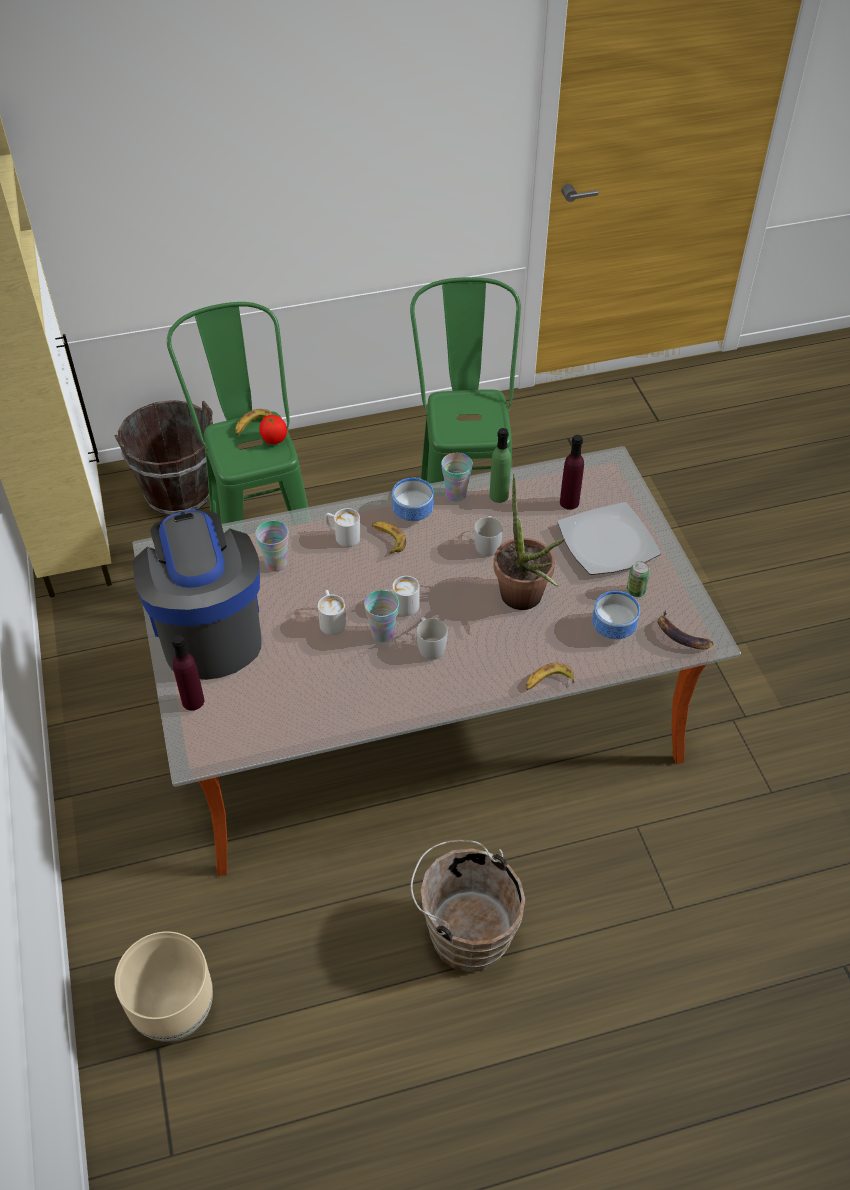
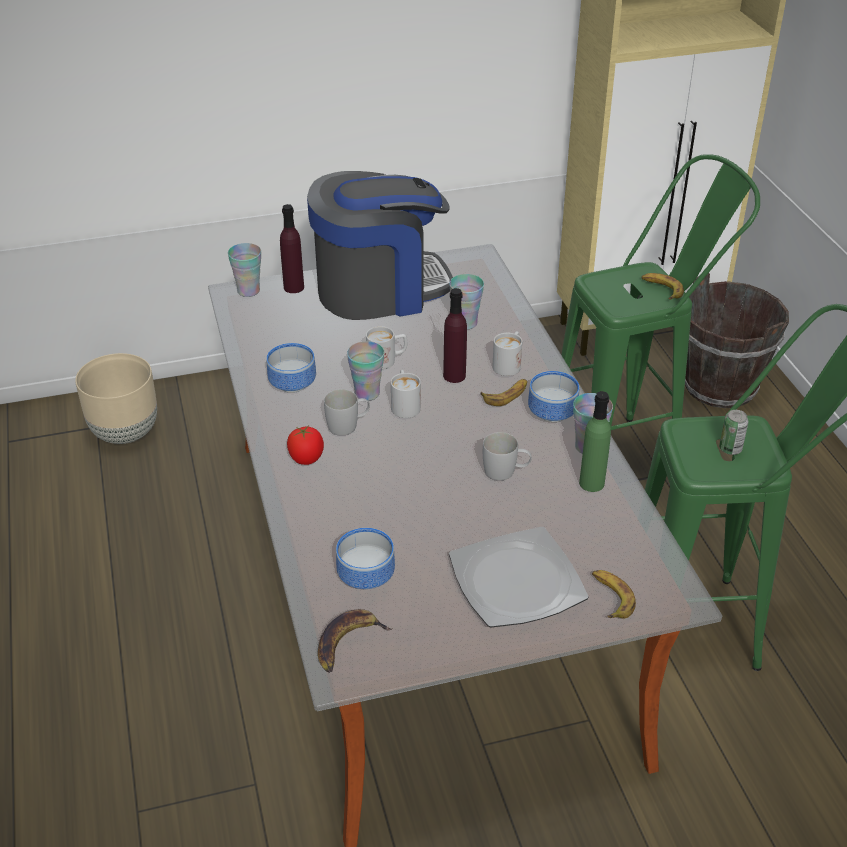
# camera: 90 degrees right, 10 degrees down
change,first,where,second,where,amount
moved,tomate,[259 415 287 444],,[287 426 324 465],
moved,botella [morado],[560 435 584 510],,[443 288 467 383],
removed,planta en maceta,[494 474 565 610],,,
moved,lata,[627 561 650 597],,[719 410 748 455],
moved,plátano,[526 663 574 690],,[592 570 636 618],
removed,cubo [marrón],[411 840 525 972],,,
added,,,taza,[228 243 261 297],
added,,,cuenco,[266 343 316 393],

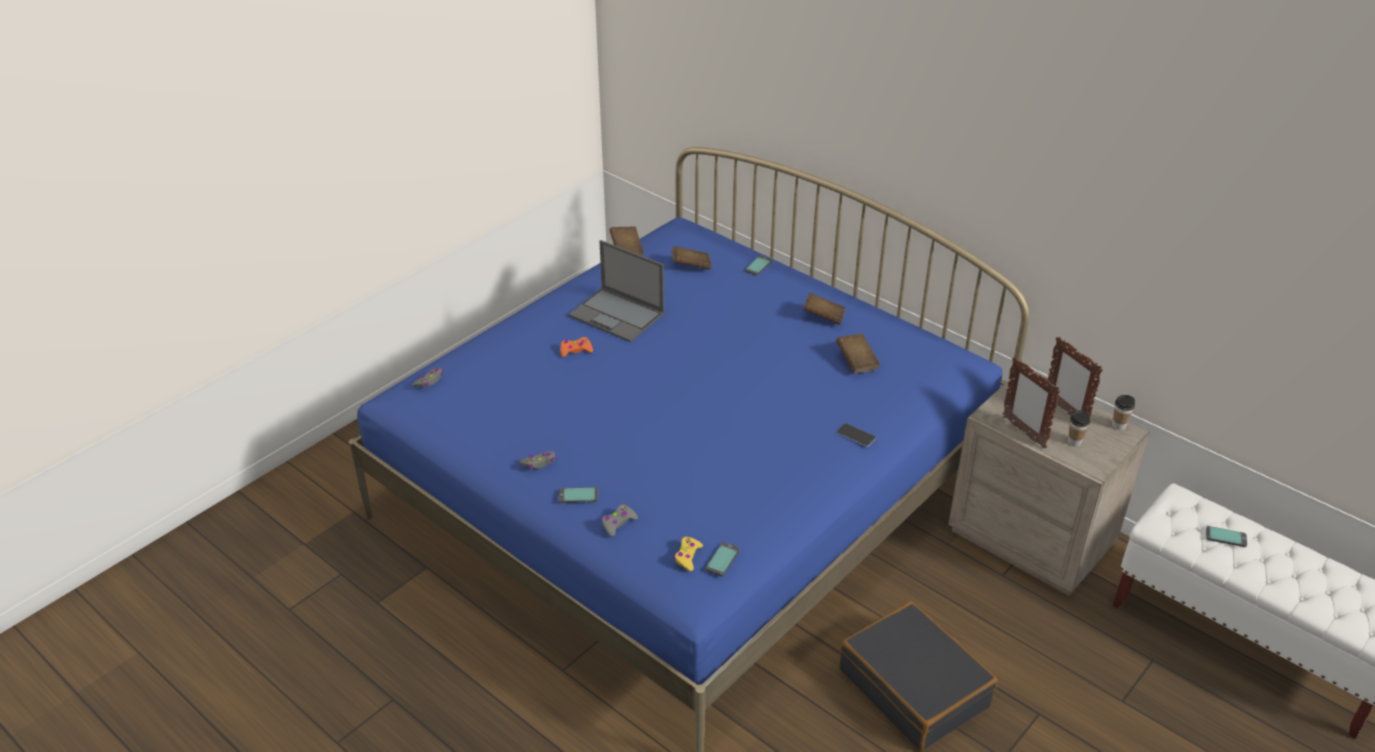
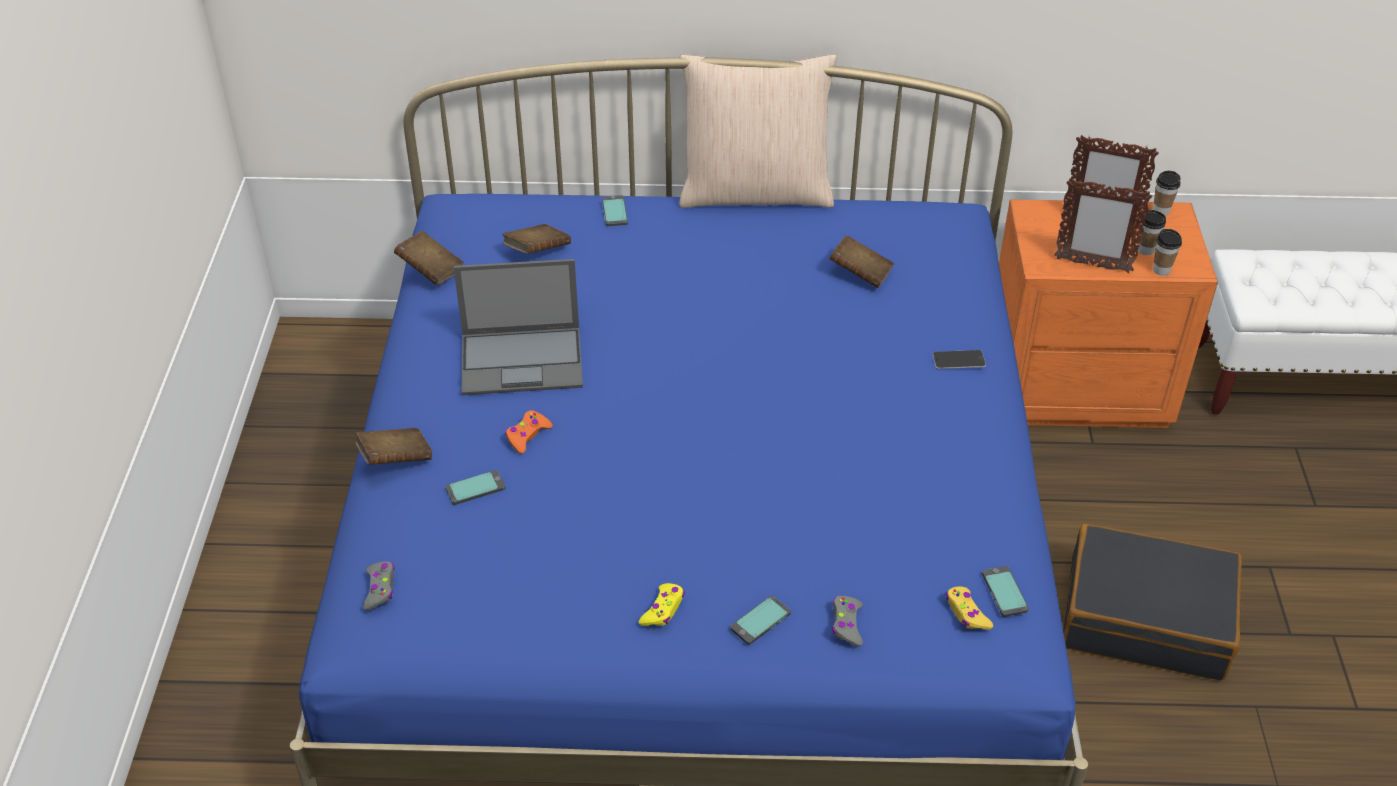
# camera: 40 degrees left, 5 degrees up
change,first,where,second,where,amount
moved,libro [marrón],[803 293 846 325],,[355 428 432 465],
recoloured,mesita de noche [beis],[948 378 1150 596],mesita de noche [naranja],[999 200 1218 428],
recoloured,mando de consola [gris],[519 451 555 469],mando de consola [amarillo],[639 583 685 626],
moved,móvil,[1206 526 1247 547],,[446 470 505 505],
added,,,cojín [beis],[679 54 837 208],
added,,,taza,[1153 229 1182 276],

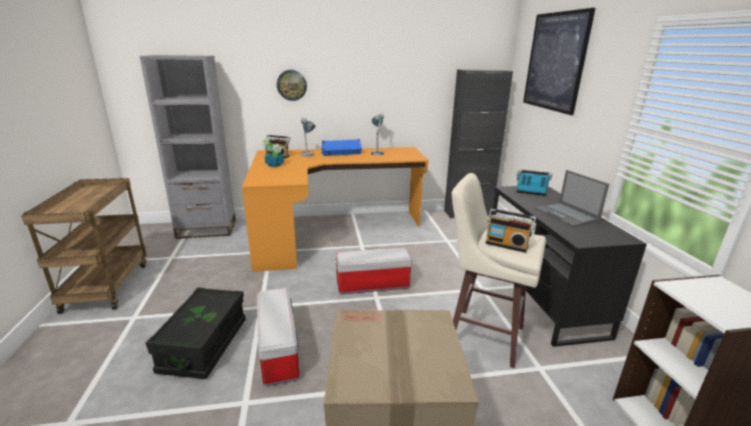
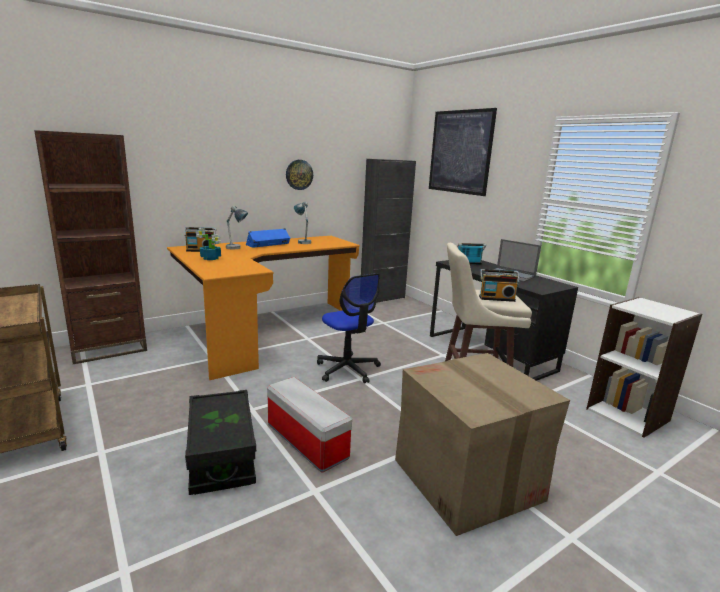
# camera: 25 degrees left, 5 degrees down
change,first,where,second,where,amount
recoloured,estantería [gris],[140 55 236 239],estantería [marrón],[34 130 147 364],
moved,reloj de pared,[277 70 307 101],,[286 160 313 190],
replaced,caja de almacenaje,[336 247 413 294],silla de oficina,[317 273 381 384],

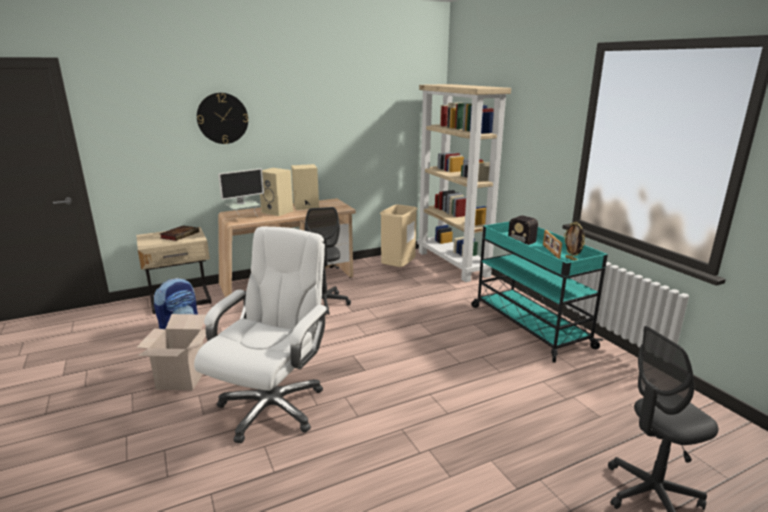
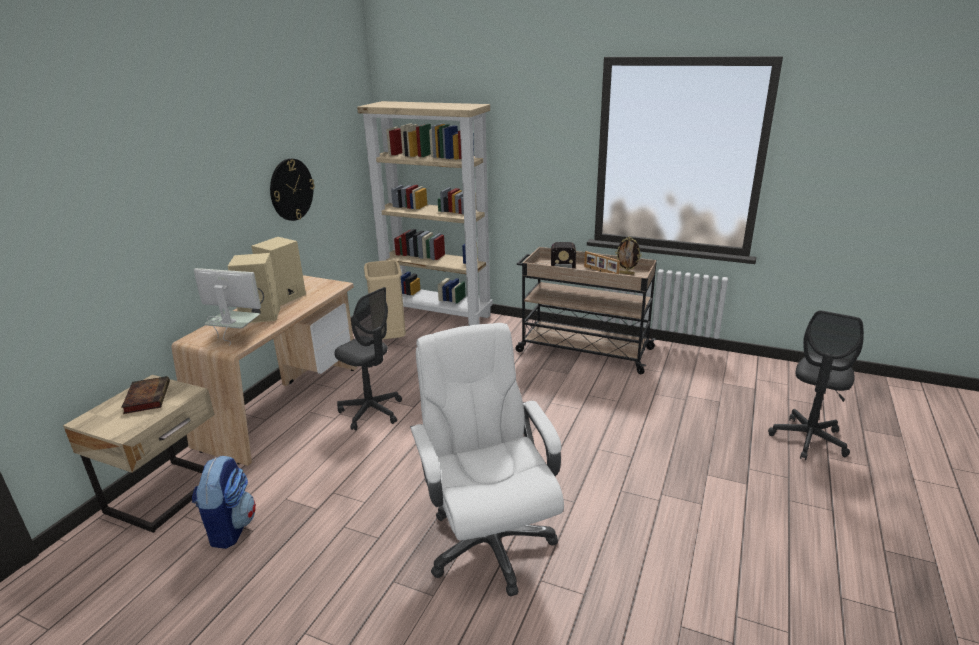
# camera: 40 degrees left, 5 degrees up
change,first,where,second,where,amount
moved,reloj de pared,[197 93 248 144],,[270 159 315 221],
turned,monitor,[218 168 264 217],,[194 268 261 346],90 degrees counterclockwise
recoloured,carrito [turquesa],[471 221 608 363],carrito [beis],[516 247 657 374],
removed,caja de cartón,[136 314 206 390],,,

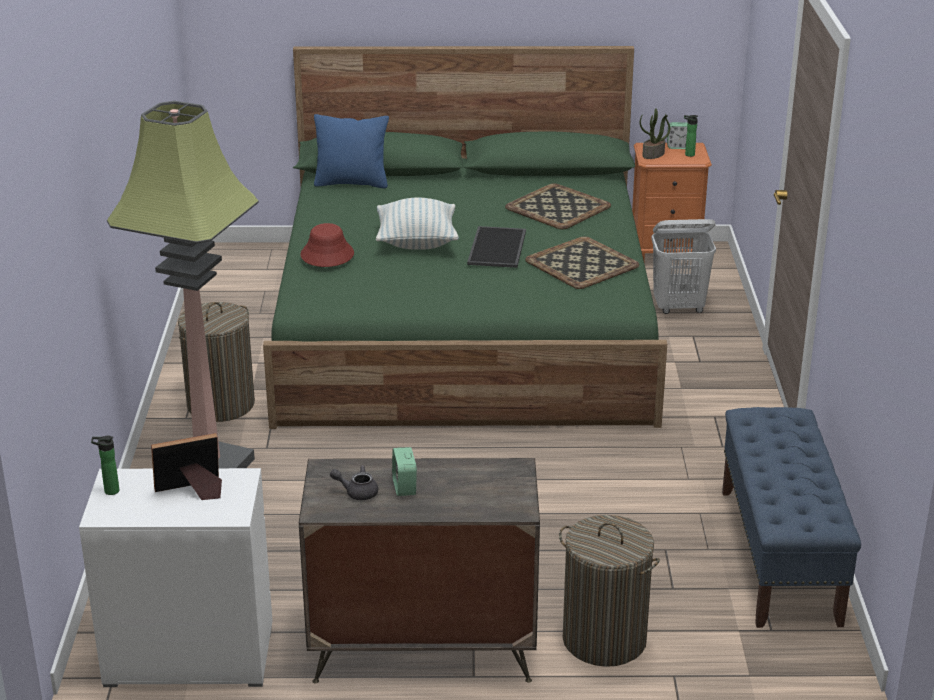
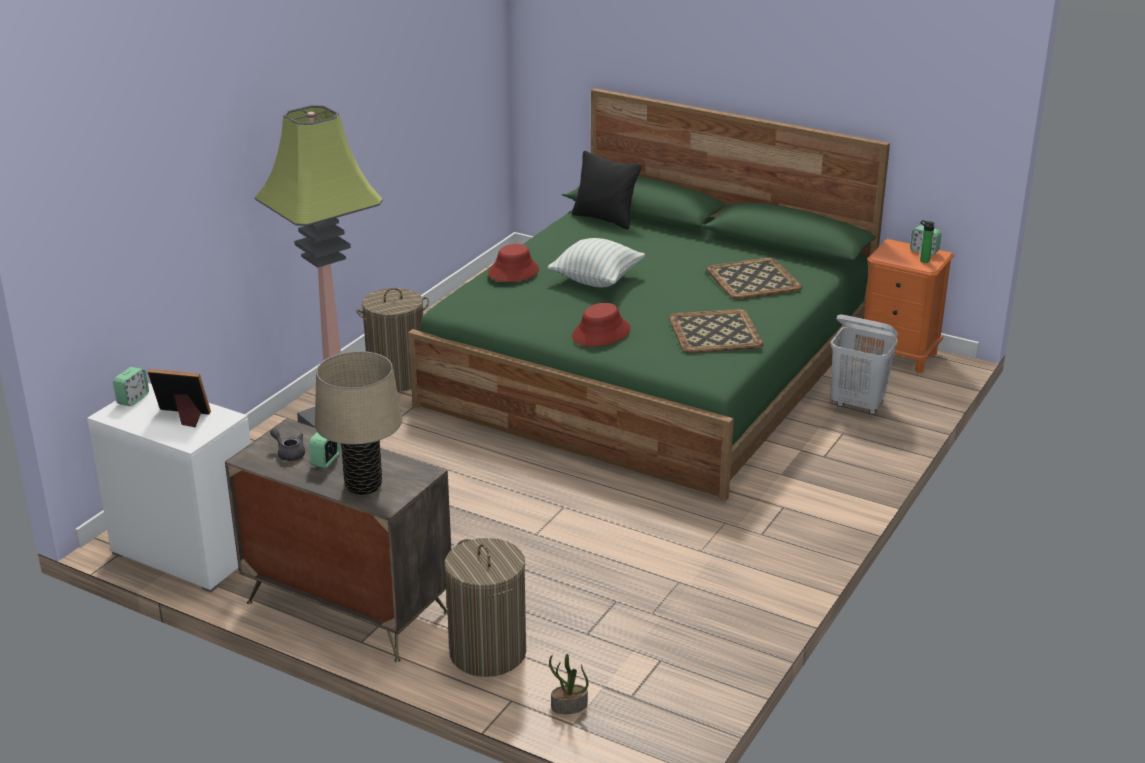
# camera: 30 degrees right, 0 degrees up
change,first,where,second,where,amount
moved,planta en maceta,[640 108 670 159],,[549 654 589 714],
recoloured,cojín [azul],[314 114 389 188],cojín [negro],[572 151 642 229],
removed,bandeja,[467 226 526 268],,,
removed,banco [azul],[722 407 861 628],,,
replaced,botella,[91 435 119 495],despertador,[113 367 149 406],
added,,,sombrero [rojo],[572 303 631 347],
added,,,lámpara de mesa [beis],[315 351 402 495],

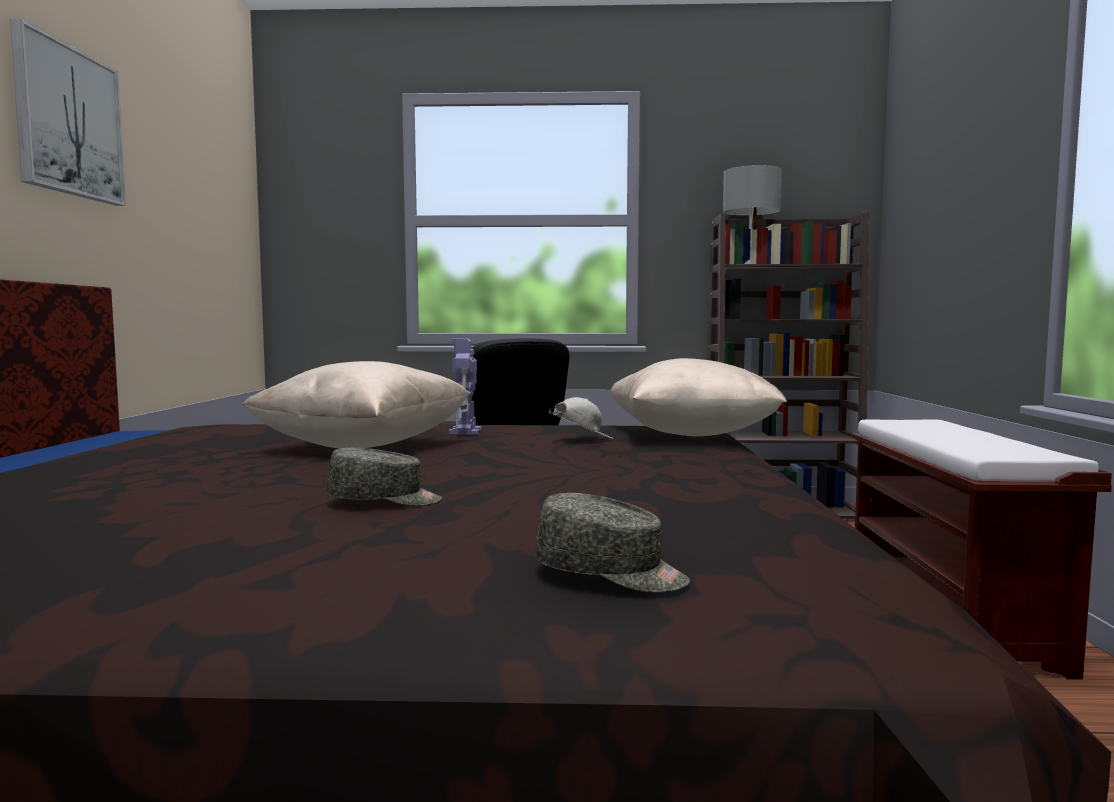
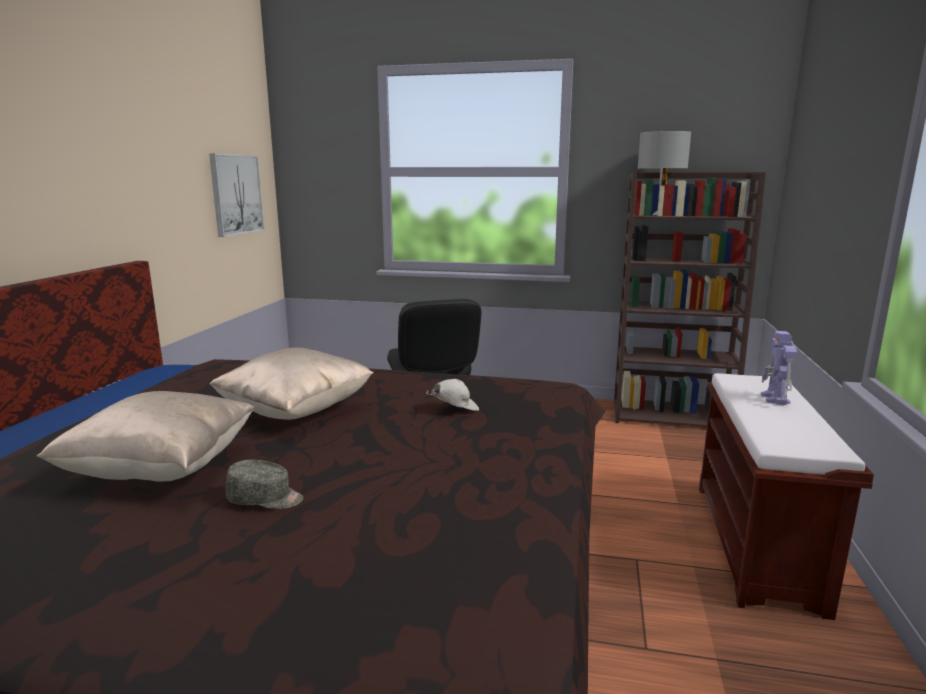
# camera: 10 degrees right, 10 degrees up
change,first,where,second,where,amount
moved,cuadro,[10 19 126 206],,[209 153 265 237],
moved,robot de juguete,[449 339 482 435],,[761 331 797 405],
moved,cojín [beis],[611 358 787 437],,[37 391 255 482],
removed,gorra [gris],[536 493 690 593],,,

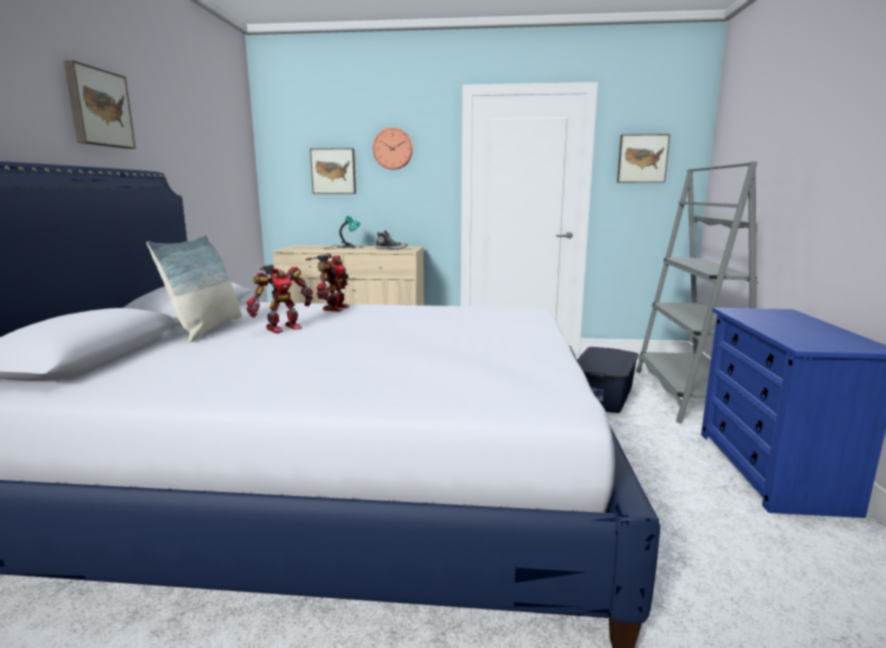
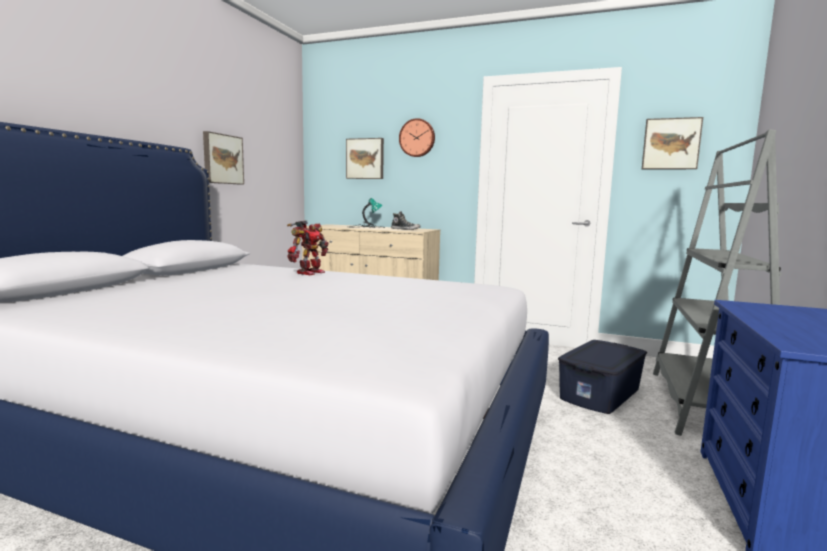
# camera: 15 degrees right, 5 degrees down
change,first,where,second,where,amount
moved,cuadro,[64 60 136 149],,[203 131 244 185],
removed,cojín,[147 235 242 342],,,
removed,robot de juguete,[246 264 313 333],,,

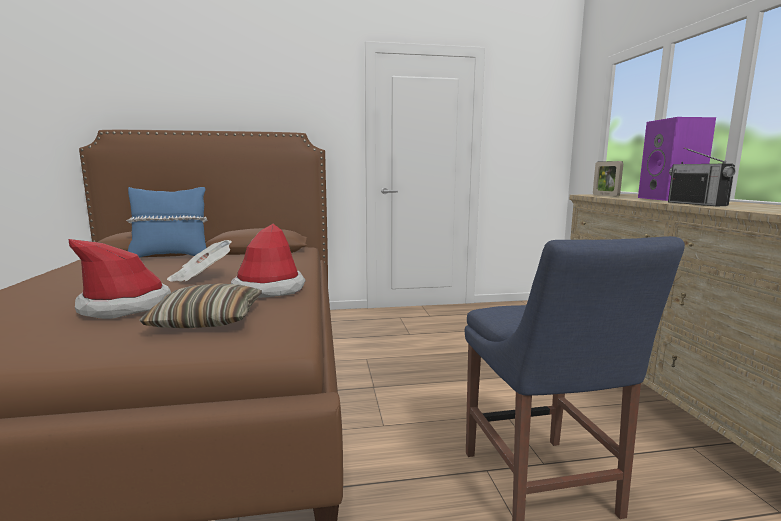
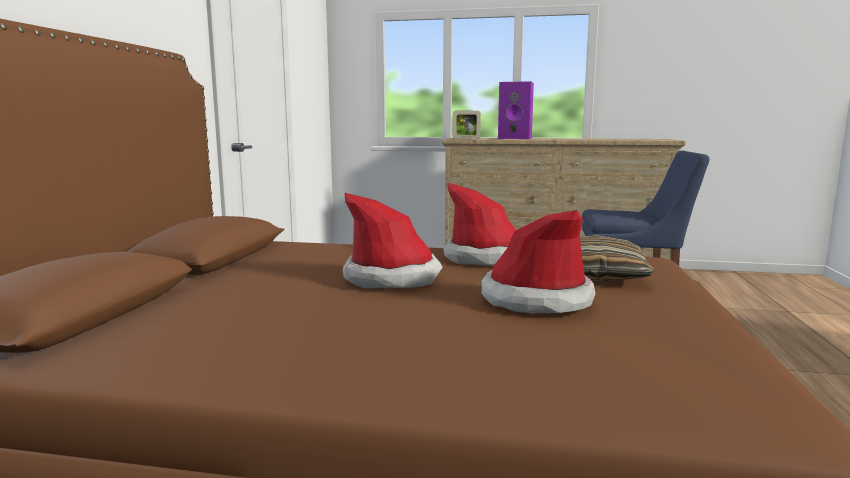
# camera: 70 degrees left, 0 degrees up
change,first,where,second,where,amount
removed,radio,[668 148 736 206],,,
removed,cojín [azul],[126 187 207 258],,,
replaced,periódico,[167 240 232 282],sombrero,[343 193 443 288],

